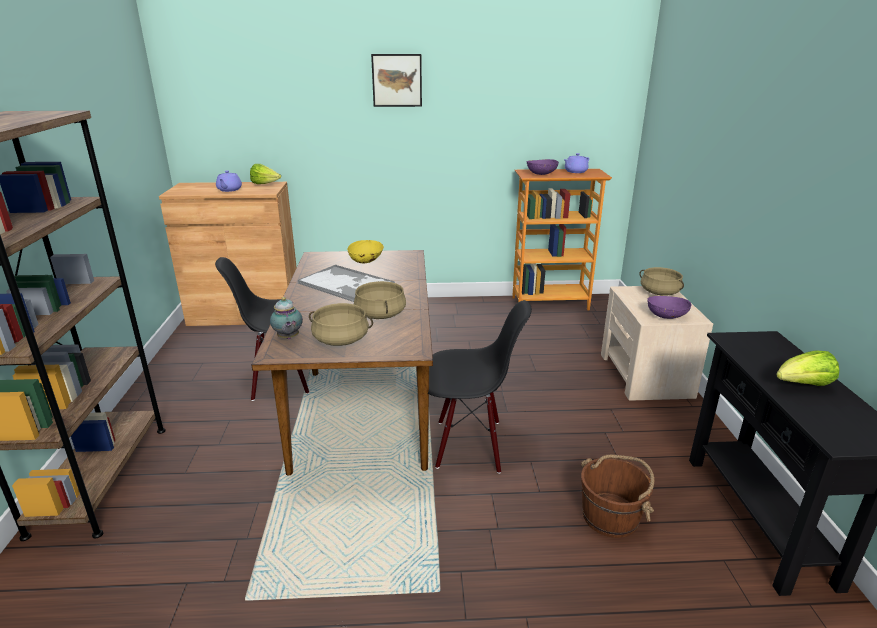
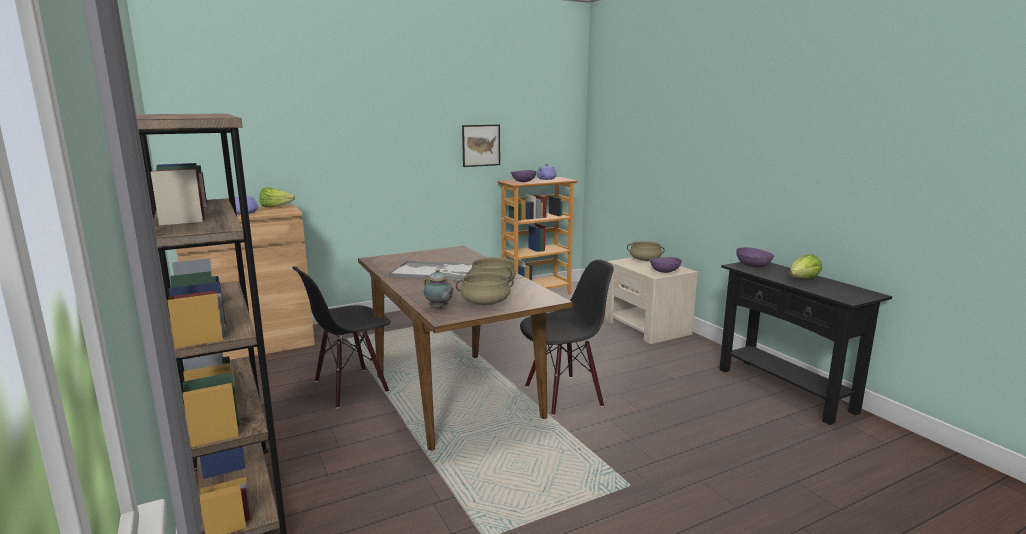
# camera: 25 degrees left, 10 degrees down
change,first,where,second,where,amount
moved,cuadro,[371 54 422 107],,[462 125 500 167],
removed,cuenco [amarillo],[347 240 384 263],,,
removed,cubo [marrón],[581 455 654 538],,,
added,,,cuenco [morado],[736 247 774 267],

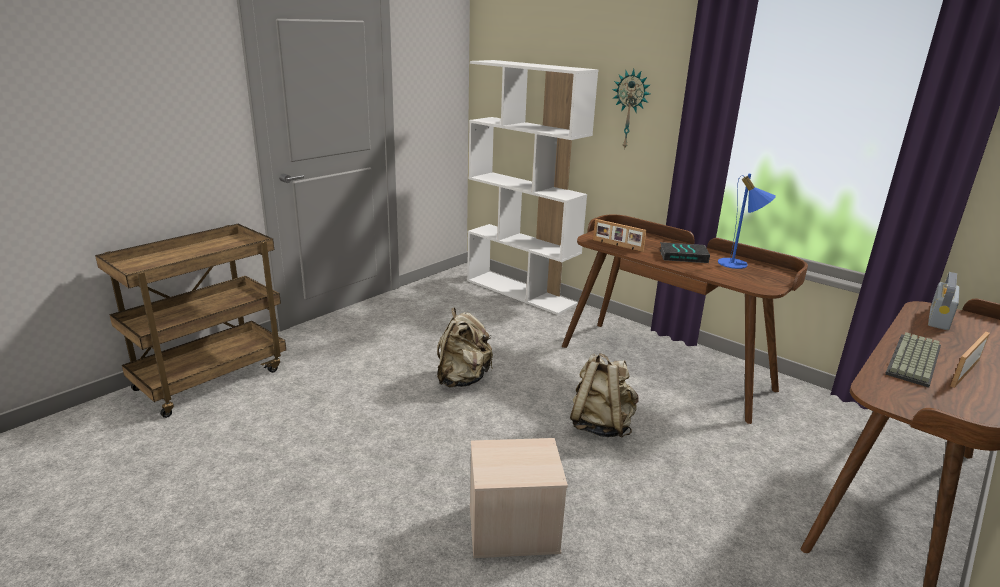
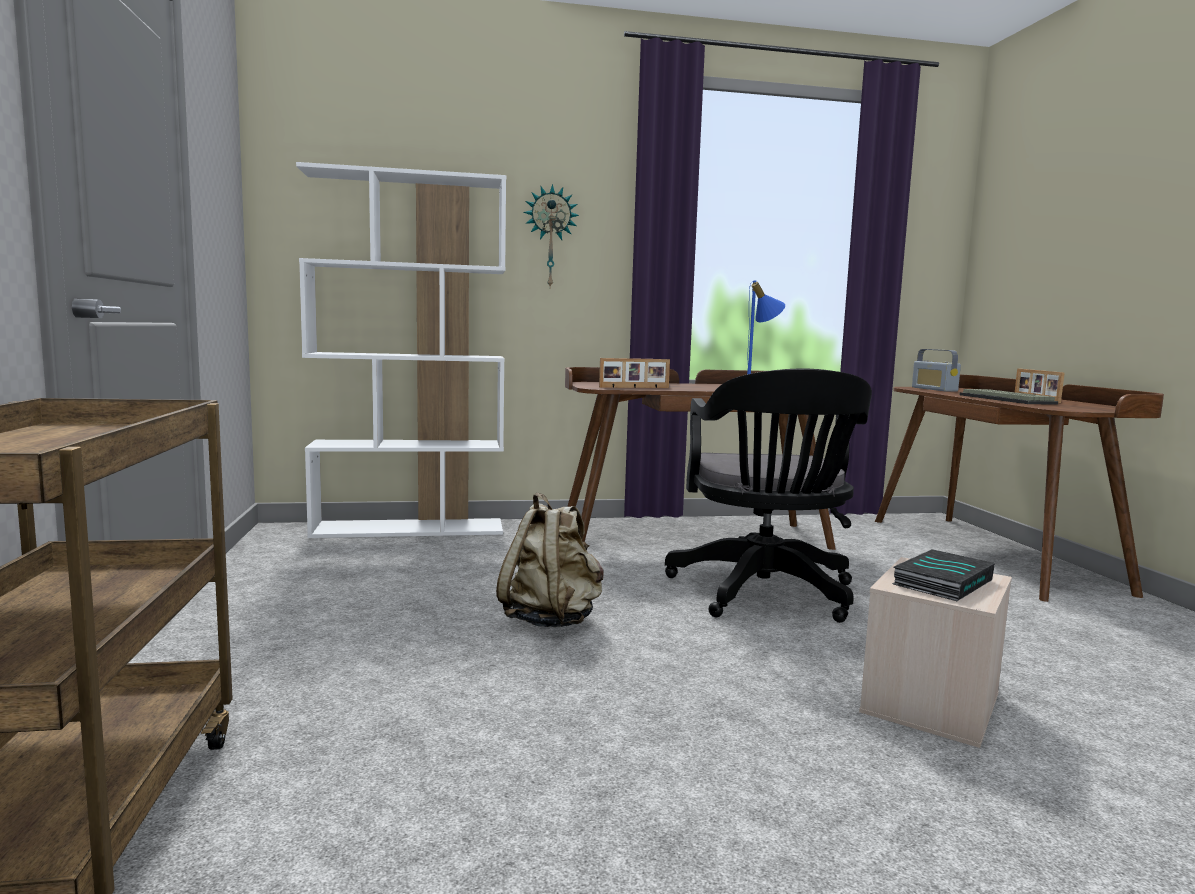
# camera: 50 degrees left, 15 degrees down
change,first,where,second,where,amount
moved,libro,[660 242 710 263],,[892 549 995 601],
replaced,mochila [beis],[570 353 639 437],silla de oficina [negro],[665 369 872 623],

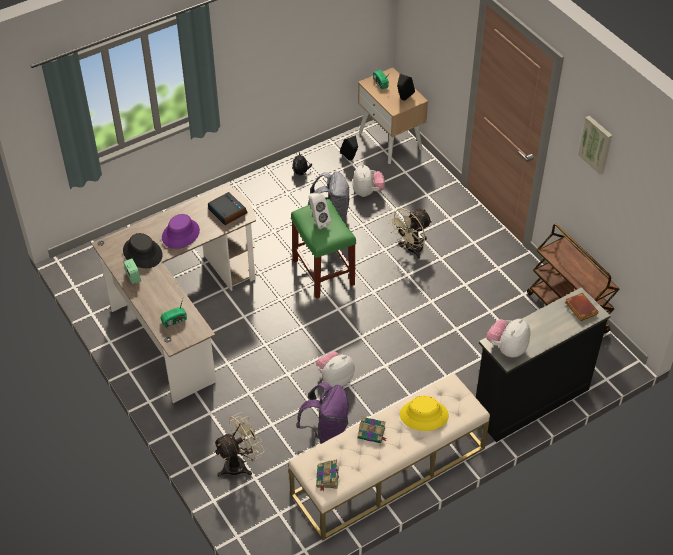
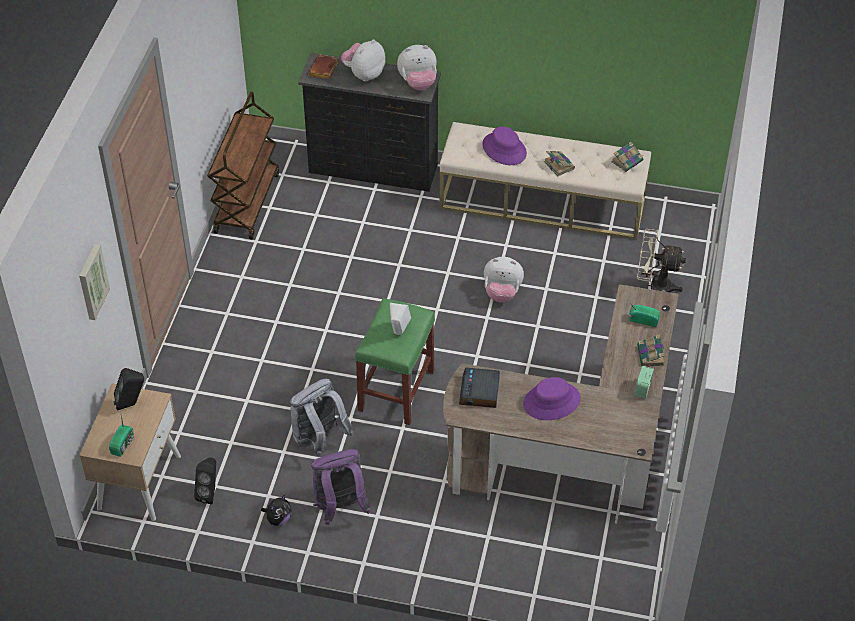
# camera: 135 degrees left, 0 degrees up
change,first,where,second,where,amount
moved,cuadro,[578 116 612 175],,[79 244 110 320],
moved,peluche,[352 164 385 197],,[341 39 385 82],
removed,ventilador [beis],[388 208 432 259],,,
removed,sombrero [negro],[123 233 163 268],,,
moved,mochila [morado],[296 382 349 444],,[311 449 371 525],
recoloured,sombrero [amarillo],[400 396 449 431],sombrero [morado],[482 127 527 165],
added,,,libro,[637 334 665 367],

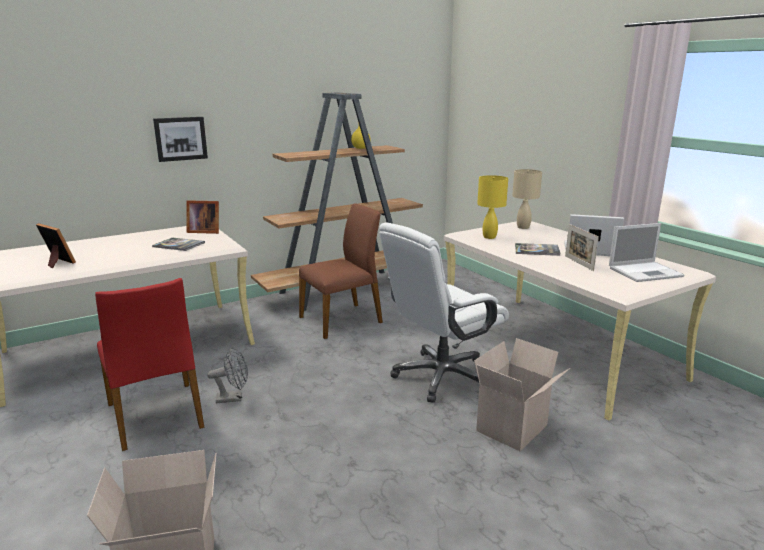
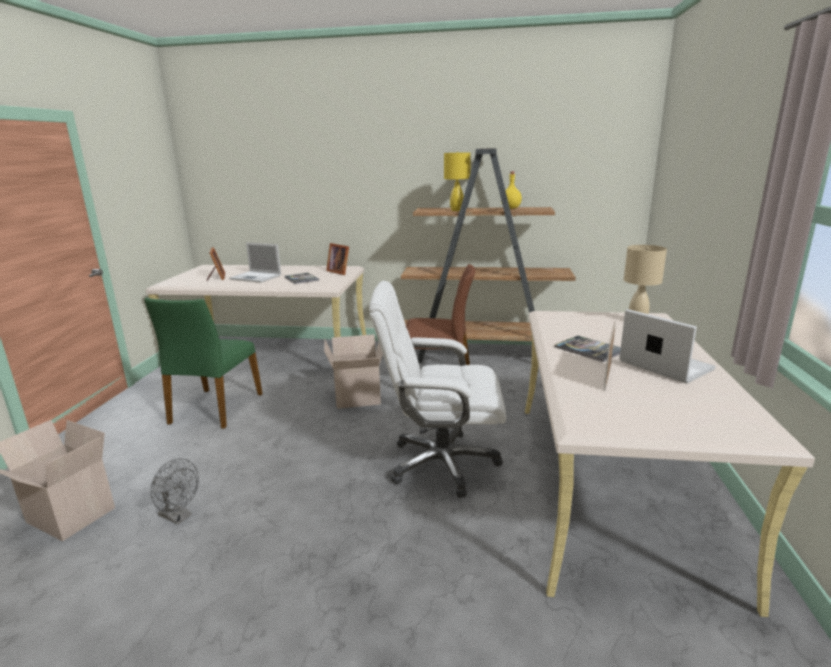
# camera: 40 degrees right, 0 degrees up
change,first,where,second,where,amount
removed,cuadro,[153 117 208 162],,,
moved,lámpara de mesa [amarillo],[477 175 508 239],,[444 152 471 211],
moved,portátil,[609 223 684 282],,[229 242 281 283],
recoloured,silla [rojo],[95 278 204 451],silla [verde],[144 298 263 429],
moved,caja de cartón,[474 338 570 451],,[324 334 383 409],
moved,ventilador [gris],[207 348 248 403],,[151 458 199 525],

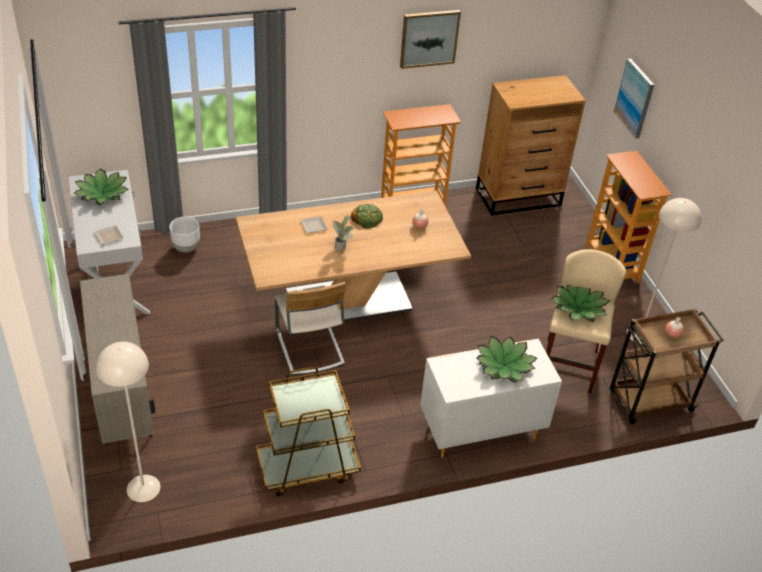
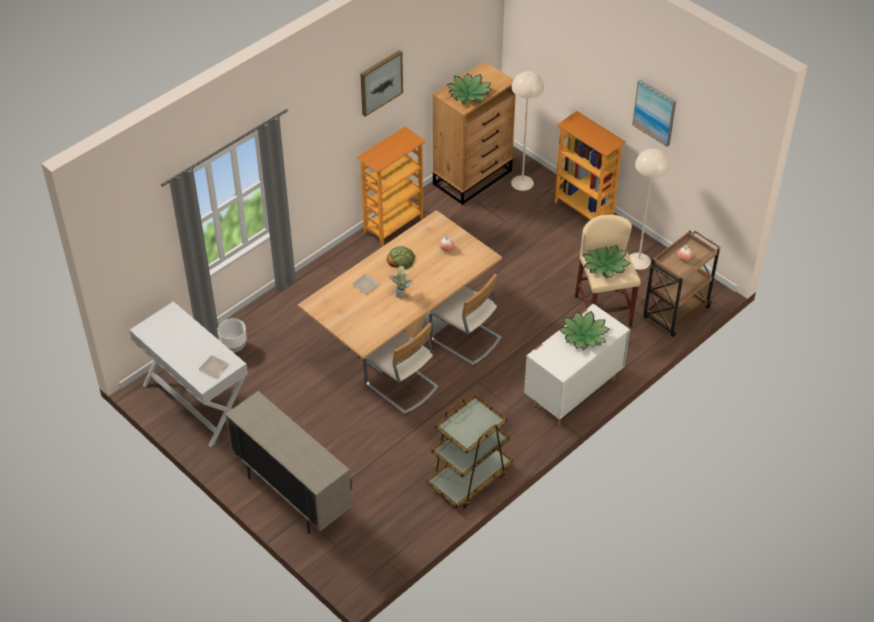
# camera: 25 degrees left, 5 degrees up
change,first,where,second,where,amount
moved,cuadro,[614 59 654 138],,[632 80 676 147],
moved,planta en maceta,[74 168 128 205],,[447 74 492 104],
moved,lámpara de pie [beis],[96 342 161 502],,[511 71 544 191],
added,,,silla [beis],[429 274 502 366],

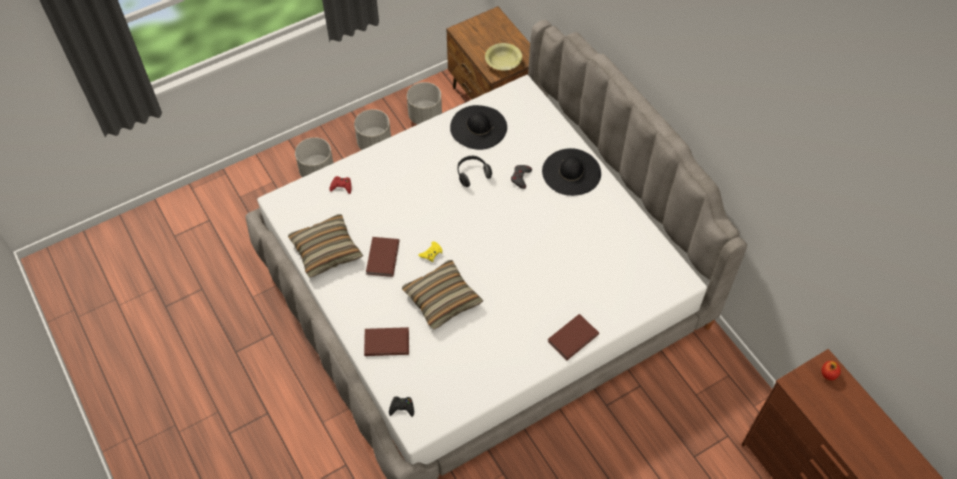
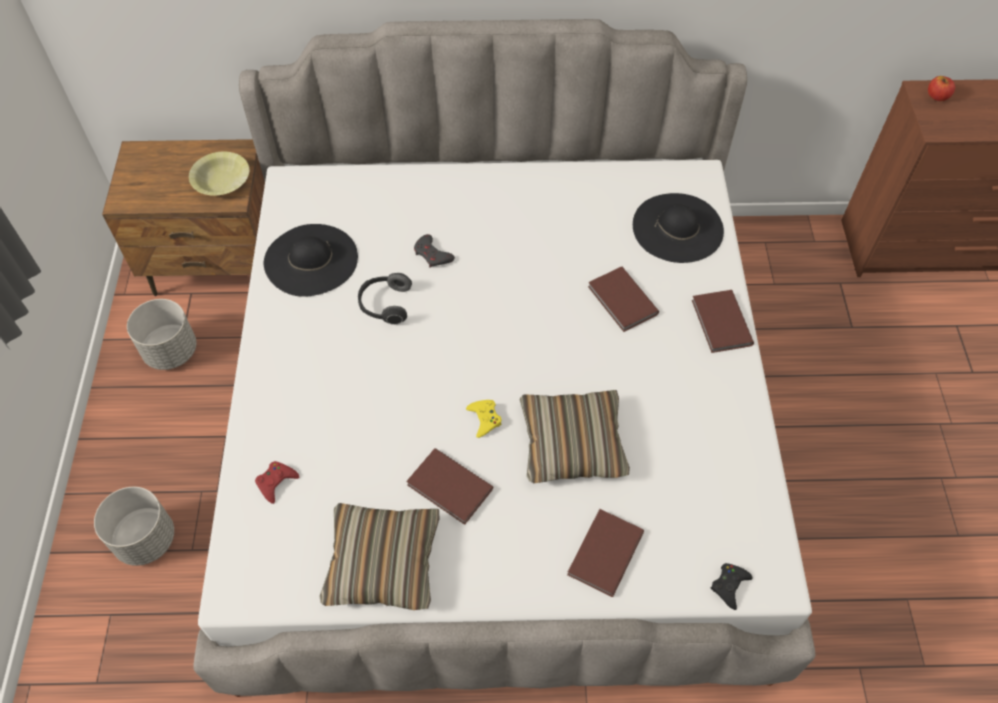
# camera: 60 degrees left, 0 degrees up
change,first,where,second,where,amount
removed,maceta [gris],[354 109 391 150],,,
moved,sombrero [negro],[542 148 601 196],,[633 193 724 263],
added,,,libro [marrón],[588 266 659 332],

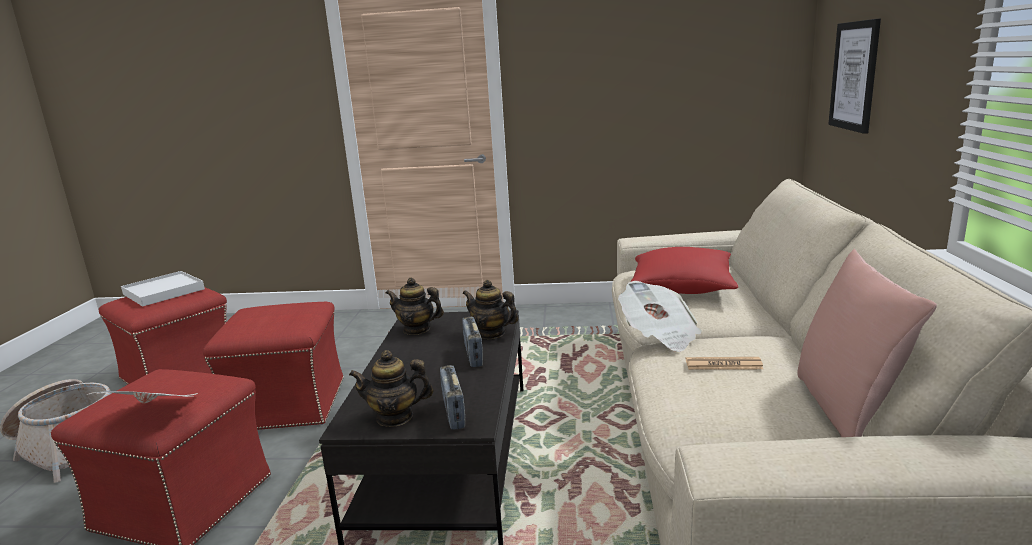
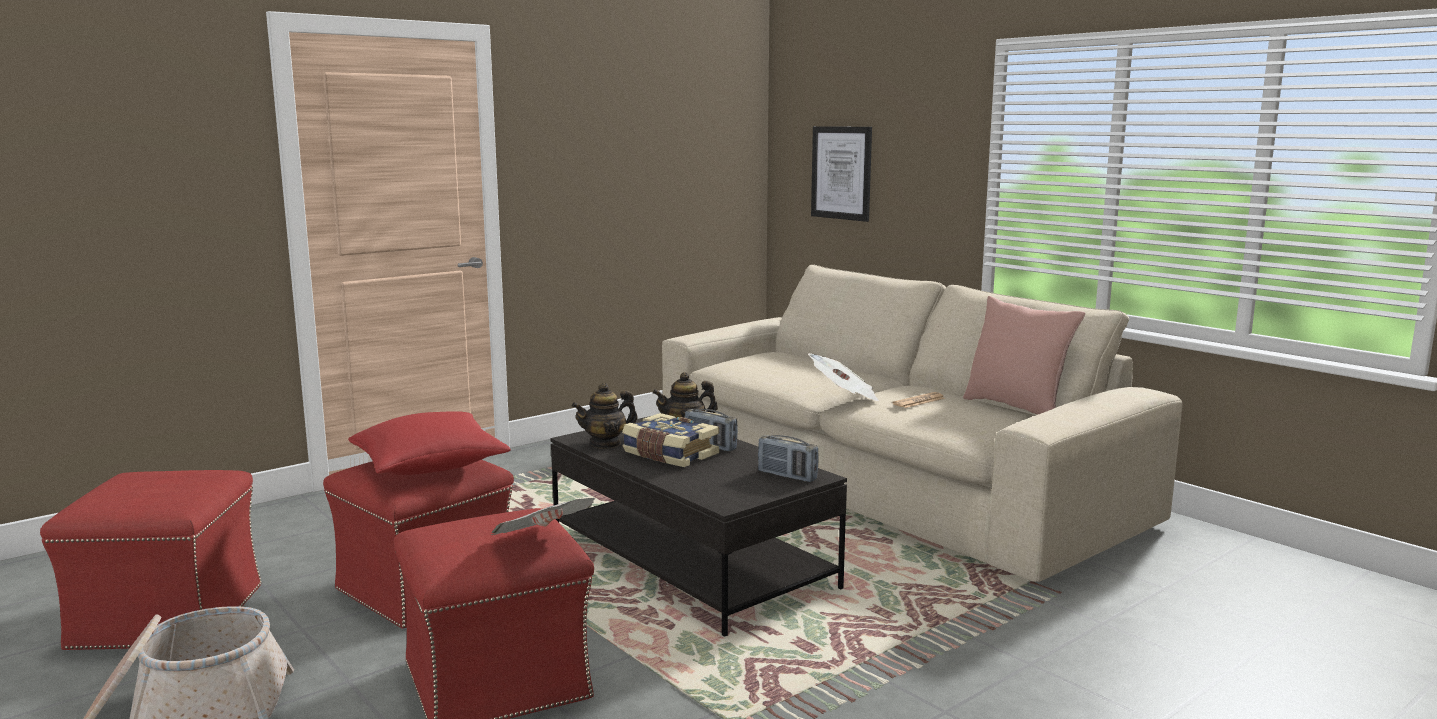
# camera: 45 degrees left, 5 degrees down
change,first,where,second,where,amount
moved,cojín [rojo],[630 247 738 294],,[348 412 511 475],
removed,bandeja [blanco],[121 271 205 306],,,
removed,tetera,[349 350 433 427],,,
added,,,libro,[622 413 719 467],

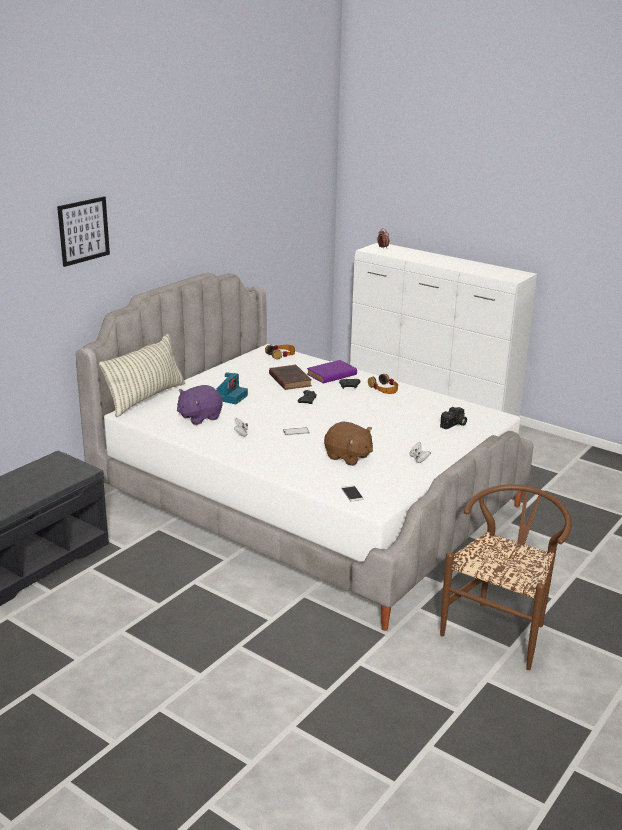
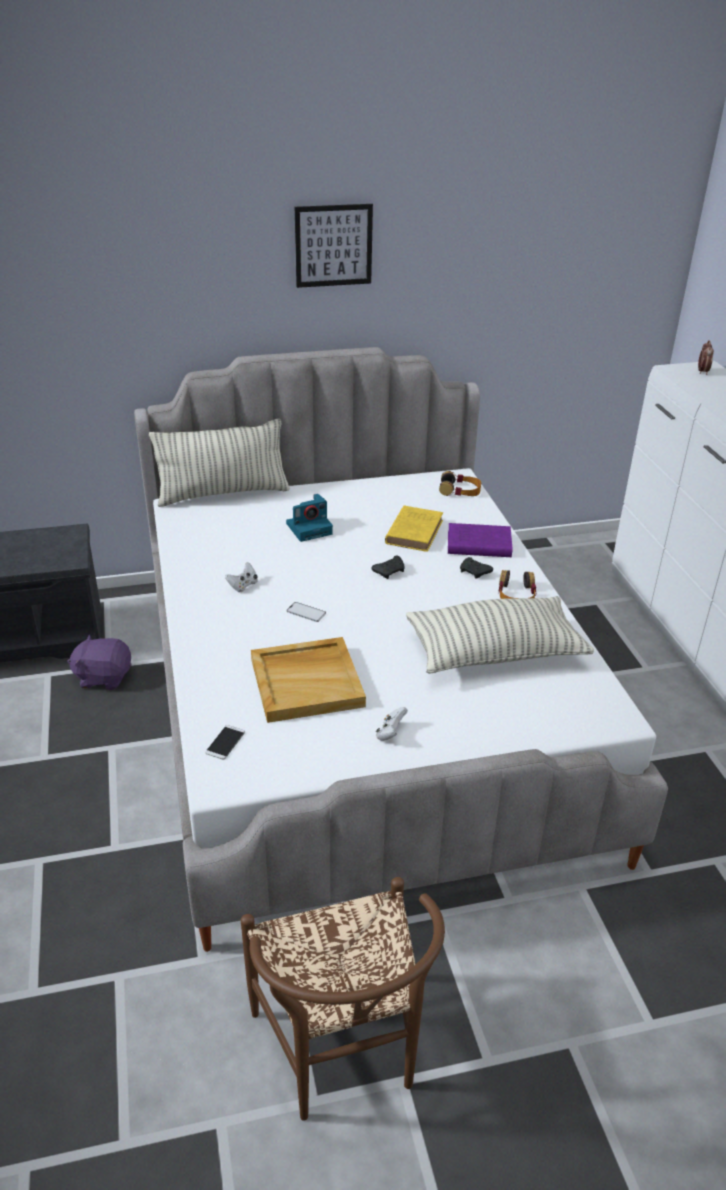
# camera: 40 degrees right, 10 degrees up
change,first,where,second,where,amount
moved,cuadro,[57 197 110 267],,[295 204 373 288],
recoloured,libro [marrón],[269 365 312 390],libro [amarillo],[385 506 443 552],
moved,peluche [morado],[177 385 223 425],,[67 635 132 690],
removed,cámara,[440 407 467 429],,,
replaced,peluche [marrón],[324 422 373 466],bandeja [beis],[251 637 366 723],
turned,silla [marrón],[440 484 572 670],,[241 877 445 1121],90 degrees clockwise
added,,,cojín,[406 596 594 674],

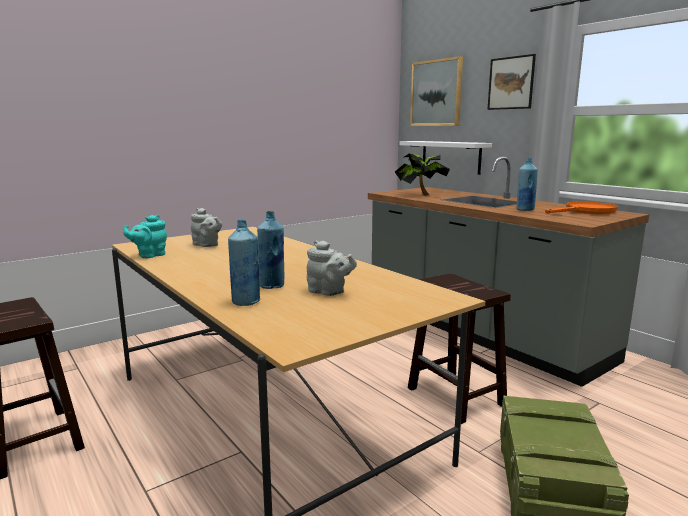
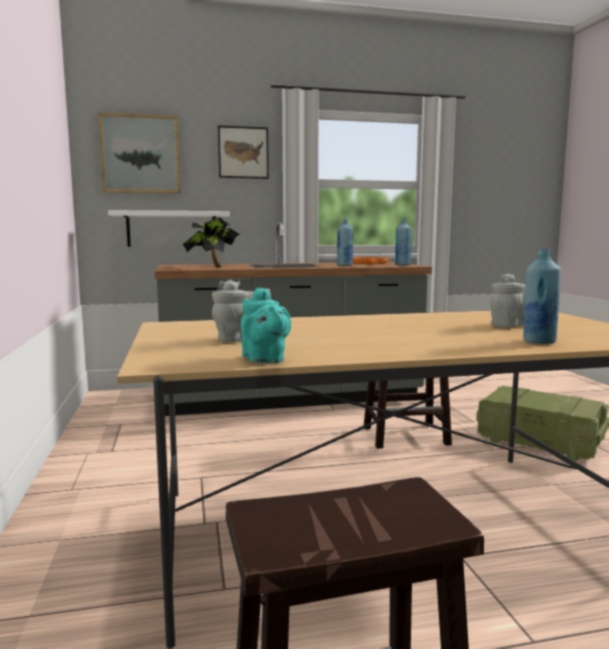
# camera: 65 degrees left, 5 degrees down
change,first,where,second,where,amount
moved,botella [azul],[257 211 284 289],,[395 219 412 266],

